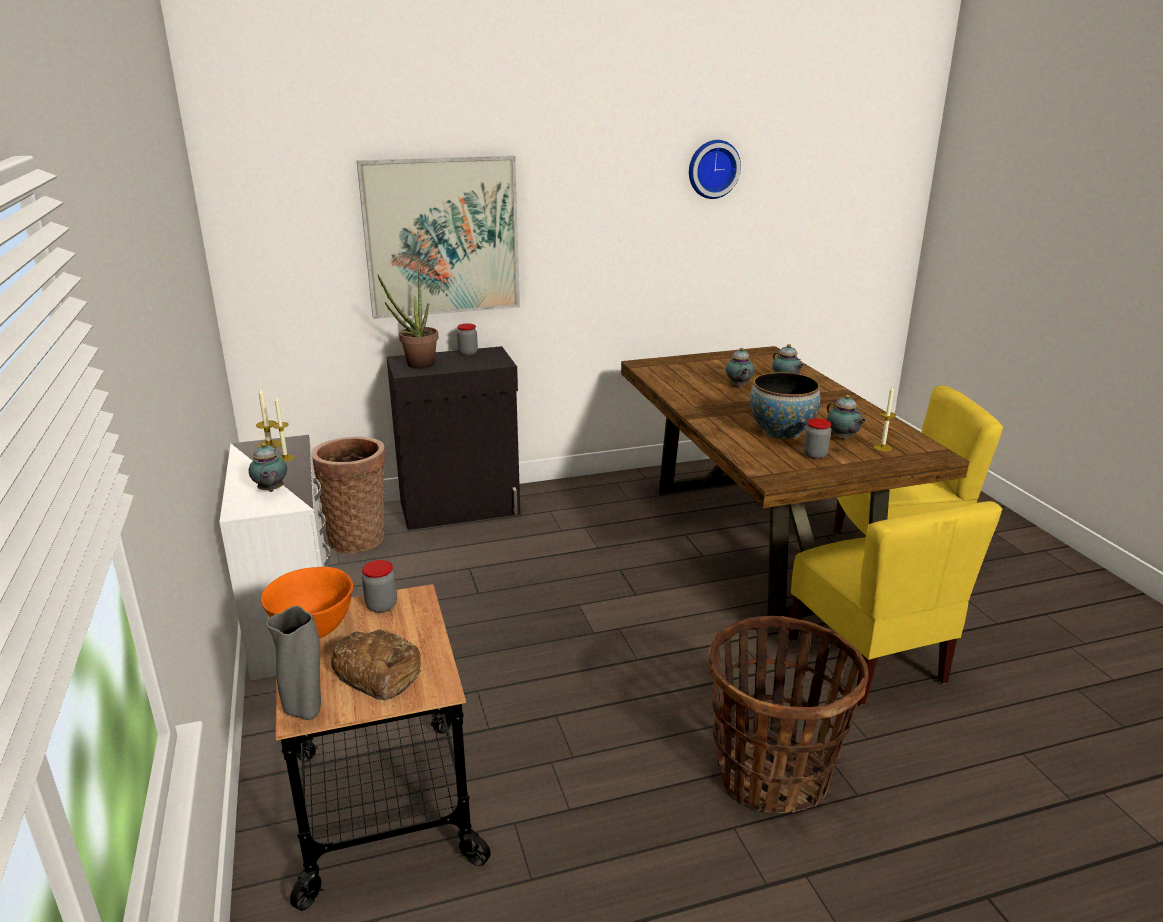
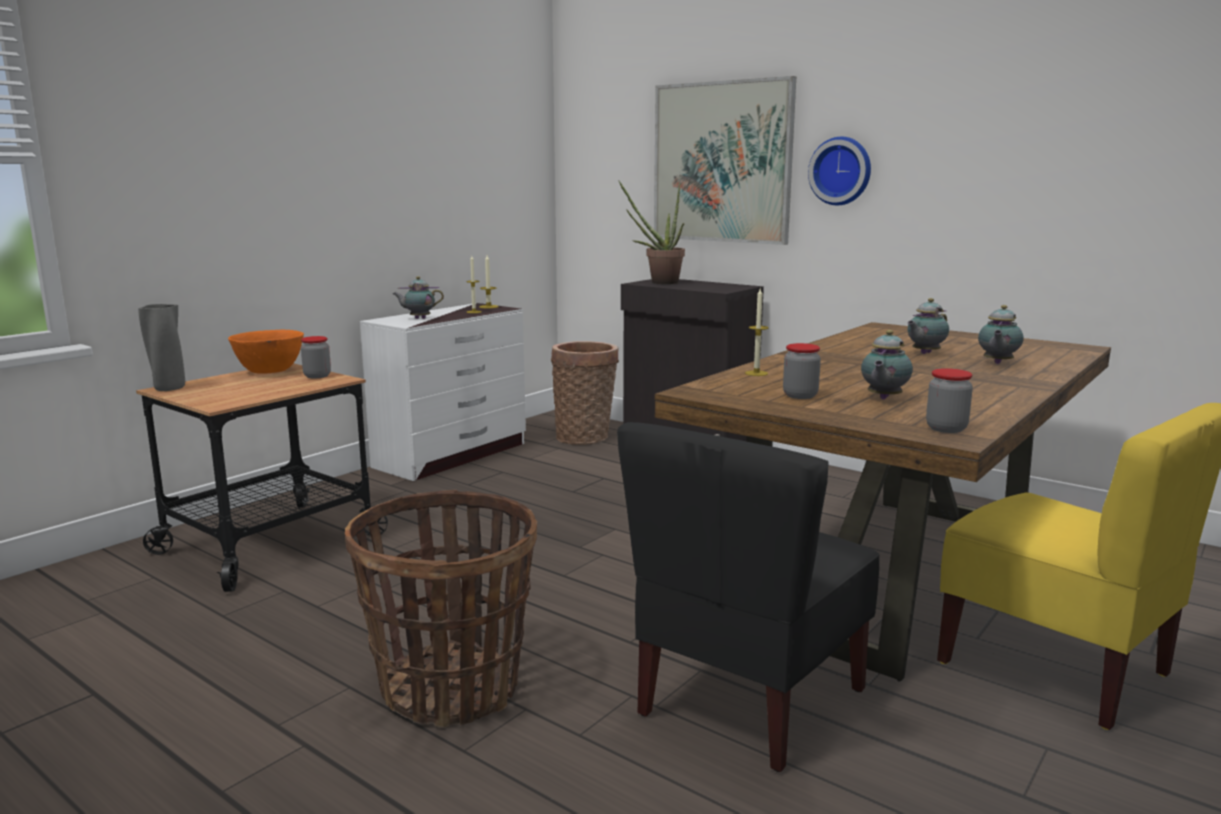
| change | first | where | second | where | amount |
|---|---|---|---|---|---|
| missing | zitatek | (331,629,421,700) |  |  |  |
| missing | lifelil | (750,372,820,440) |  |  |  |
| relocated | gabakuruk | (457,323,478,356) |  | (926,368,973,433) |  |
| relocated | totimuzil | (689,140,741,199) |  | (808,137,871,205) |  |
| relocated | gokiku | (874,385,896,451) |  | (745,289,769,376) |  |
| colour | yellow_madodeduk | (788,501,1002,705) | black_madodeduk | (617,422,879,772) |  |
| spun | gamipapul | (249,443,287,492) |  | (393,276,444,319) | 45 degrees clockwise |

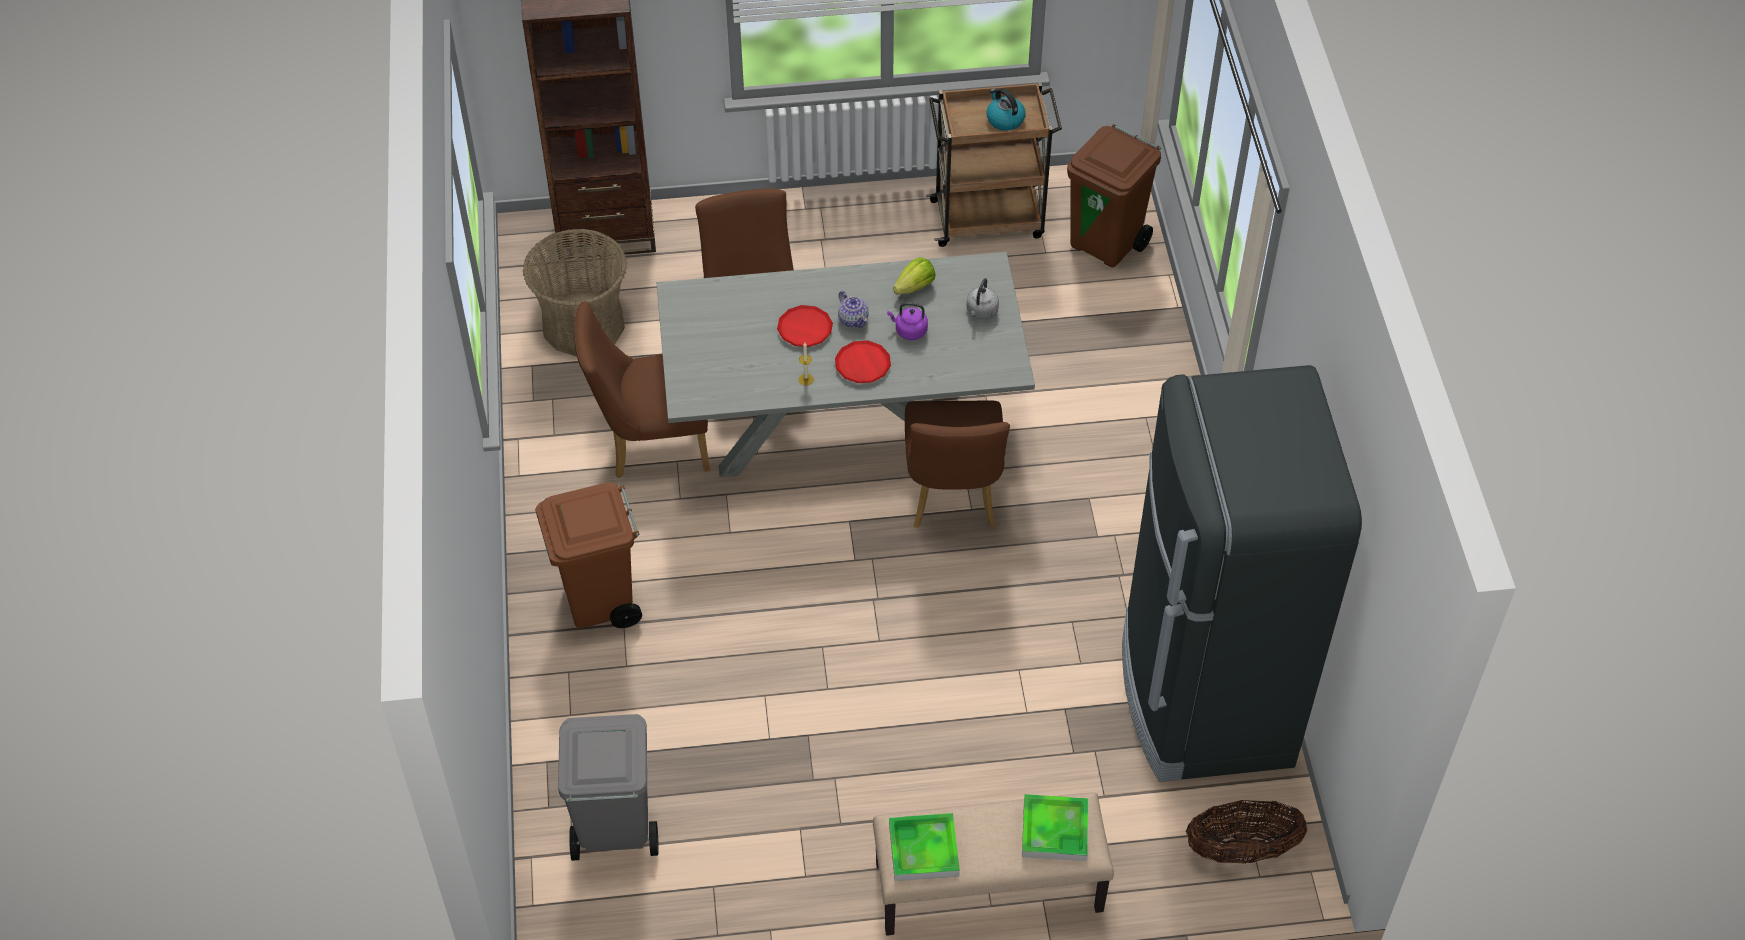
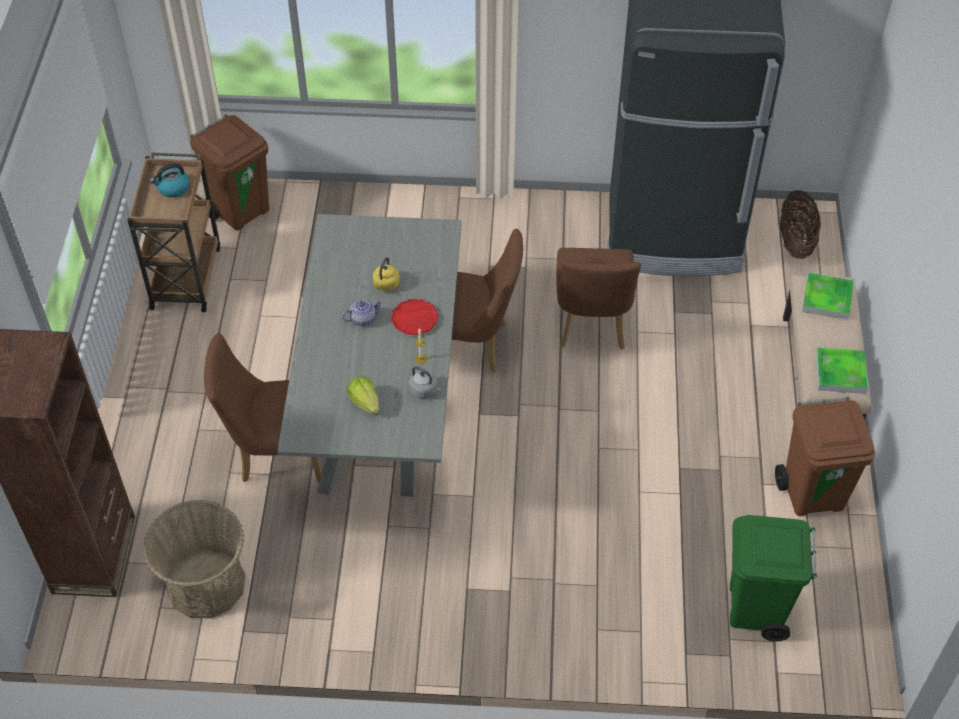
| change | first | where | second | where | amount |
|---|---|---|---|---|---|
| missing | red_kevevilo | (777,305,833,347) |  |  |  |
| relocated | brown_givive | (535,482,642,628) |  | (775,397,875,516) |  |
| relocated | brown_madodeduk | (574,301,710,478) |  | (556,248,641,350) |  |
| relocated | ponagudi | (893,257,935,294) |  | (347,377,379,414) |  |
| relocated | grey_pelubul | (967,278,999,319) |  | (409,366,441,398) |  |
| colour | grey_givive | (558,714,659,861) | green_givive | (730,515,817,641) |  |
| colour | purple_pelubul | (887,302,928,340) | yellow_pelubul | (373,257,400,292) |  |

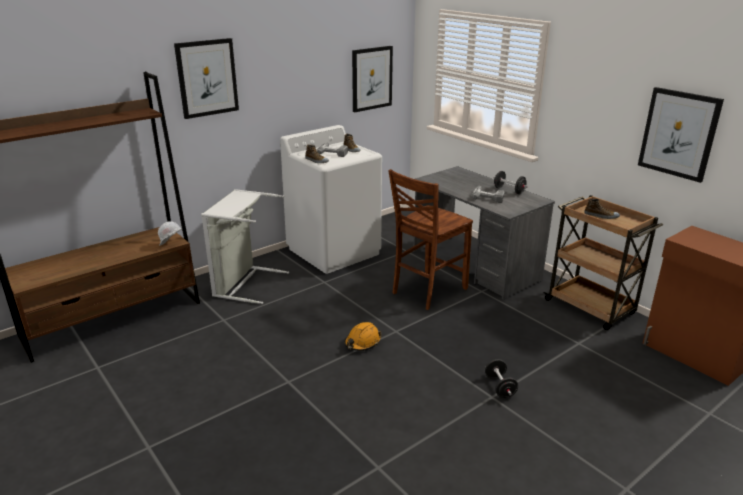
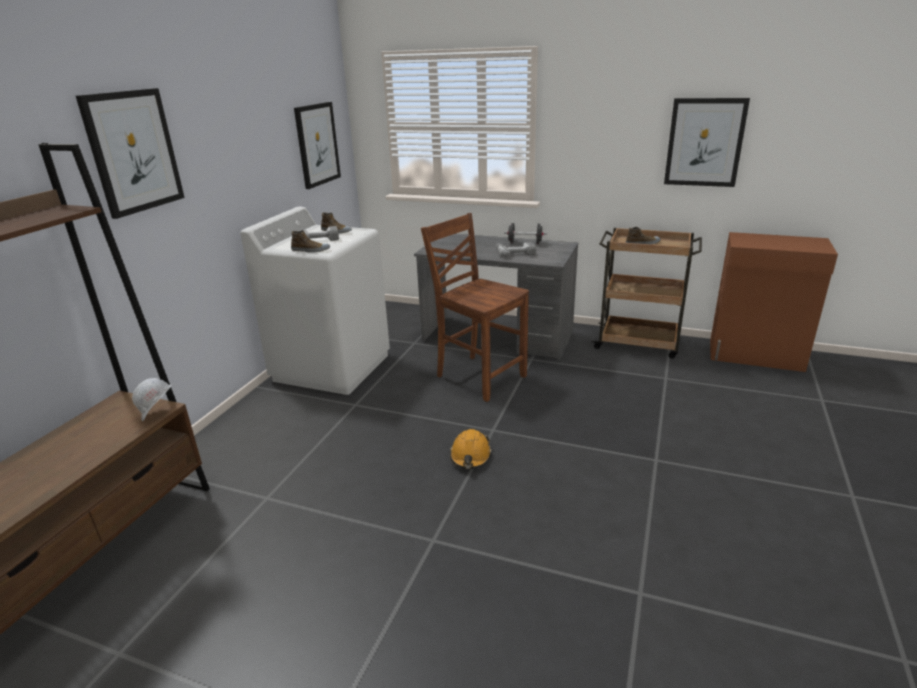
| change | first | where | second | where | amount |
|---|---|---|---|---|---|
| missing | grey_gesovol | (201,189,289,304) |  |  |  |
| missing | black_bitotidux | (485,359,518,398) |  |  |  |
| spun | brown_madodeduk | (388,169,473,310) |  | (421,213,529,402) | 120 degrees clockwise |

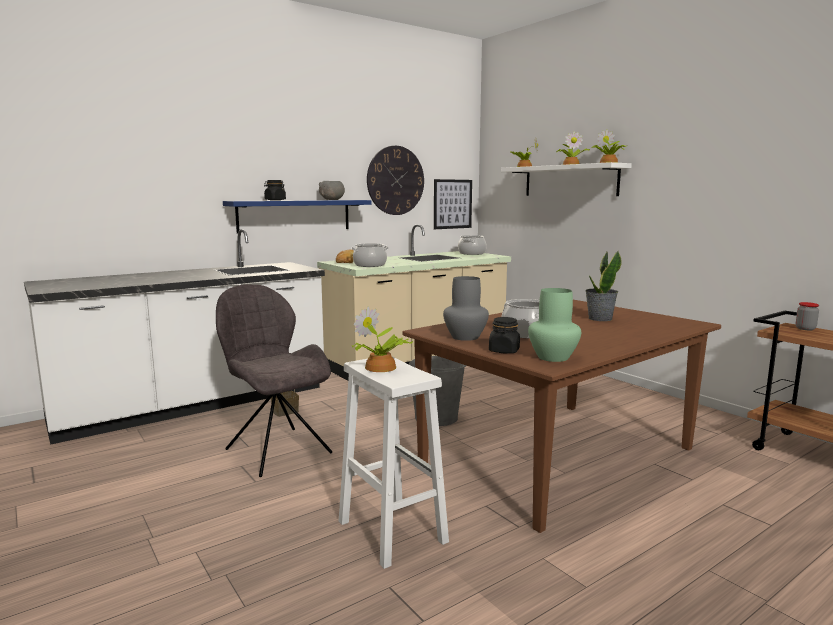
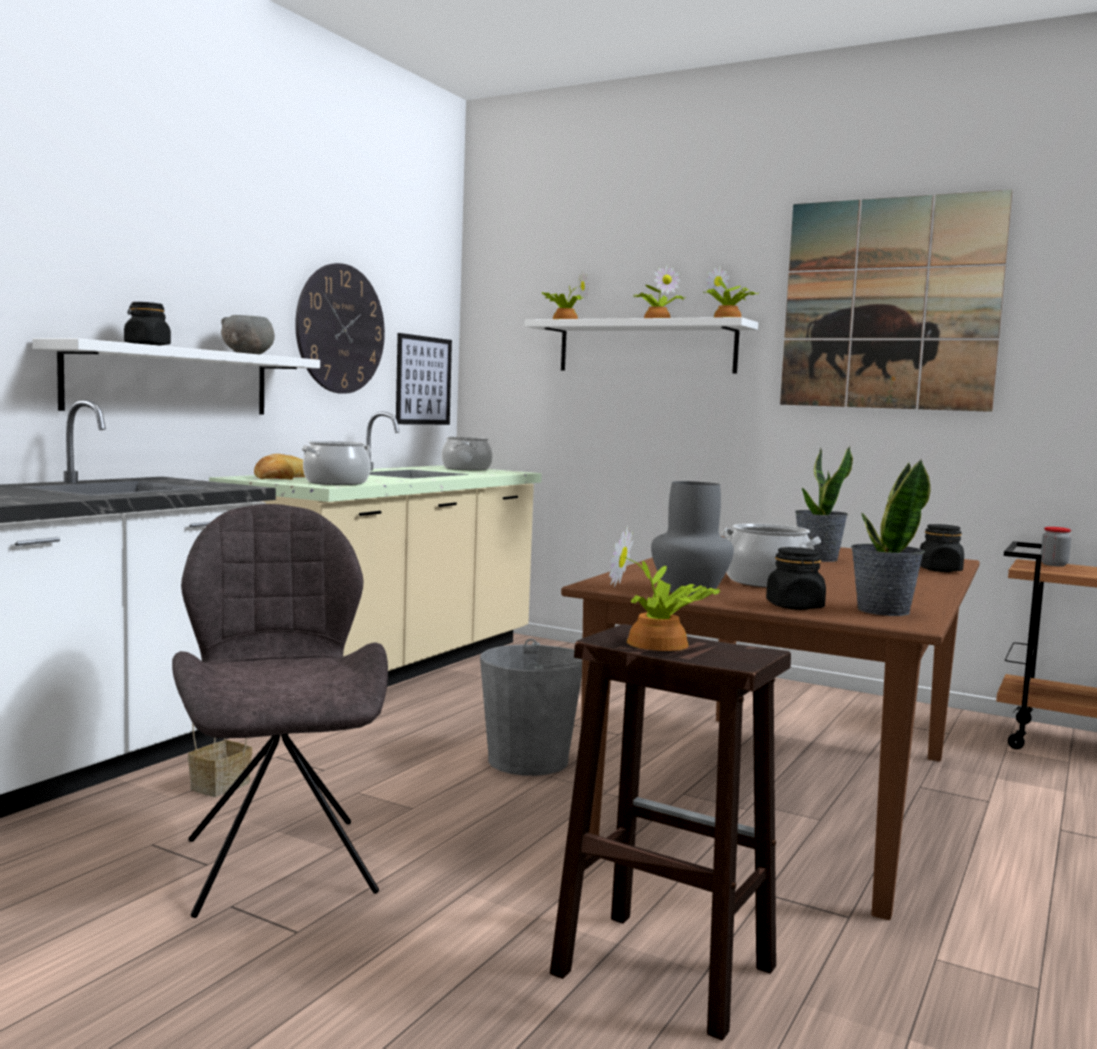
| change | first | where | second | where | amount |
|---|---|---|---|---|---|
| appeared |  |  | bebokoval | (780,190,1012,412) |  |
| appeared |  |  | black_gabakuruk | (920,524,964,572) |  |
| exchanged | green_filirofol | (528,288,581,362) | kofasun | (851,459,930,616) |  |
| colour | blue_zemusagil | (223,200,372,233) | white_zemusagil | (32,338,320,415) |  |
| colour | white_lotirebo | (339,356,449,569) | brown_lotirebo | (550,624,791,1041) |  |
| spun | grey_madodeduk | (216,284,332,477) |  | (172,504,388,918) | 45 degrees clockwise |

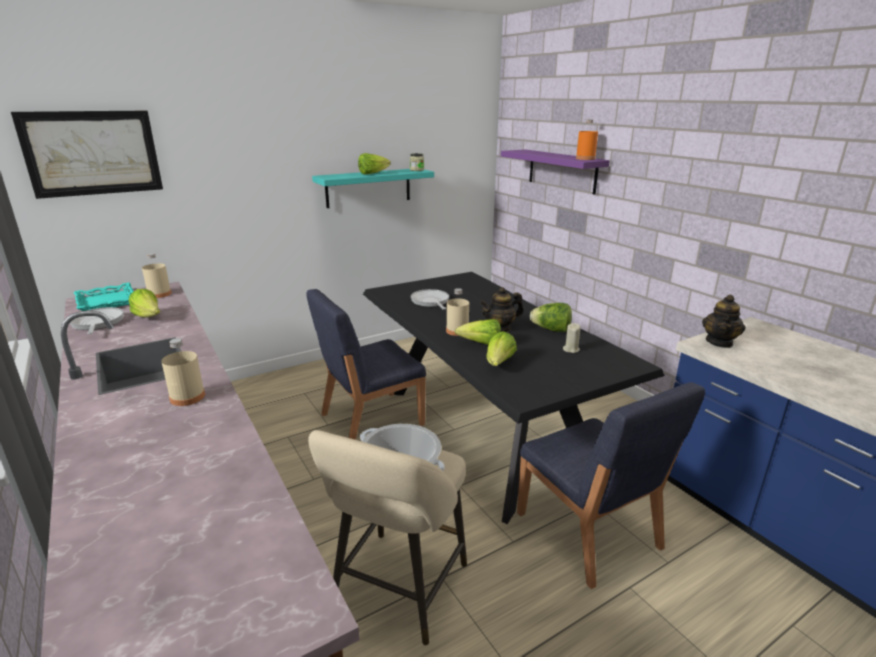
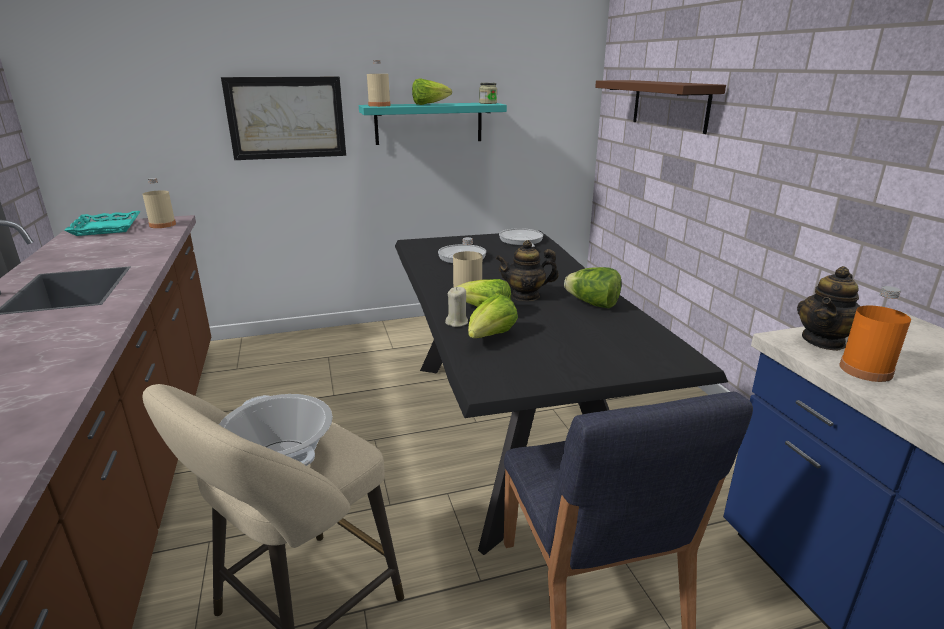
| change | first | where | second | where | amount |
|---|---|---|---|---|---|
| missing | ponagudi | (128,289,160,318) |  |  |  |
| missing | blue_madodeduk | (306,289,426,440) |  |  |  |
| relocated | bebokoval | (11,111,163,199) |  | (221,77,346,160) |  |
| relocated | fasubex | (70,307,124,334) |  | (499,228,543,247) |  |
| relocated | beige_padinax | (161,338,205,406) |  | (367,60,391,107) |  |
| relocated | beige_gokiku | (563,323,581,353) |  | (445,287,468,327) |  |
| relocated | orange_padinax | (576,119,598,160) |  | (839,286,911,382) |  |
| colour | purple_zemusagil | (501,149,610,195) | brown_zemusagil | (595,80,726,134) |  |

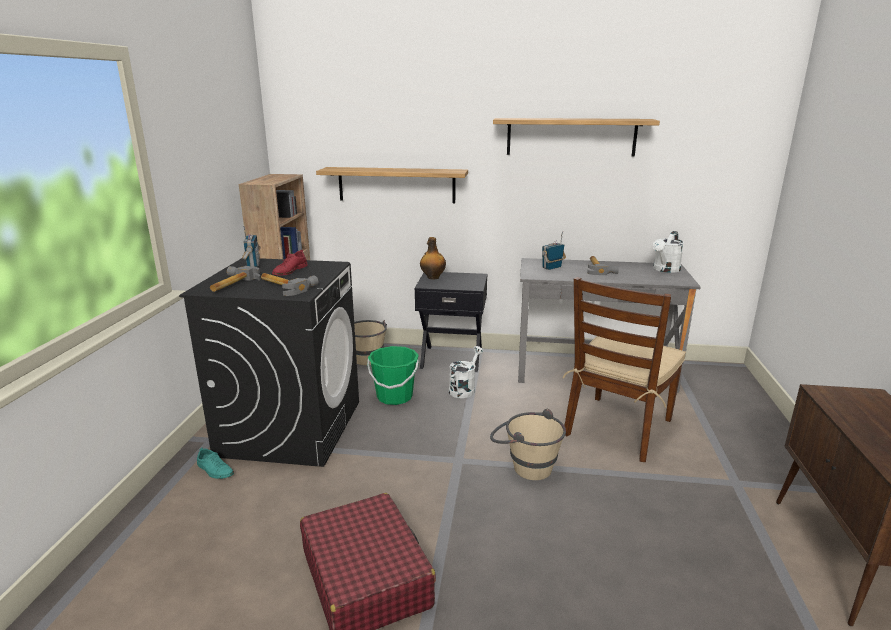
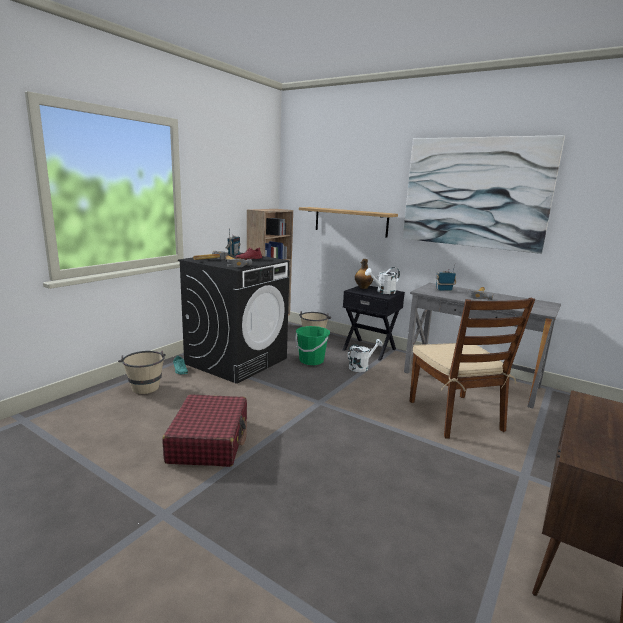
| change | first | where | second | where | amount |
|---|---|---|---|---|---|
| relocated | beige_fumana | (490,409,566,480) |  | (118,350,166,394) |  |
| relocated | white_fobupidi | (653,231,684,273) |  | (365,267,400,294) |  |
| exchanged | zemusagil | (493,118,660,157) | bebokoval | (403,135,565,254) |  |
| spun | brown_madodeduk | (562,277,686,462) |  | (410,297,535,439) | 75 degrees counterclockwise |

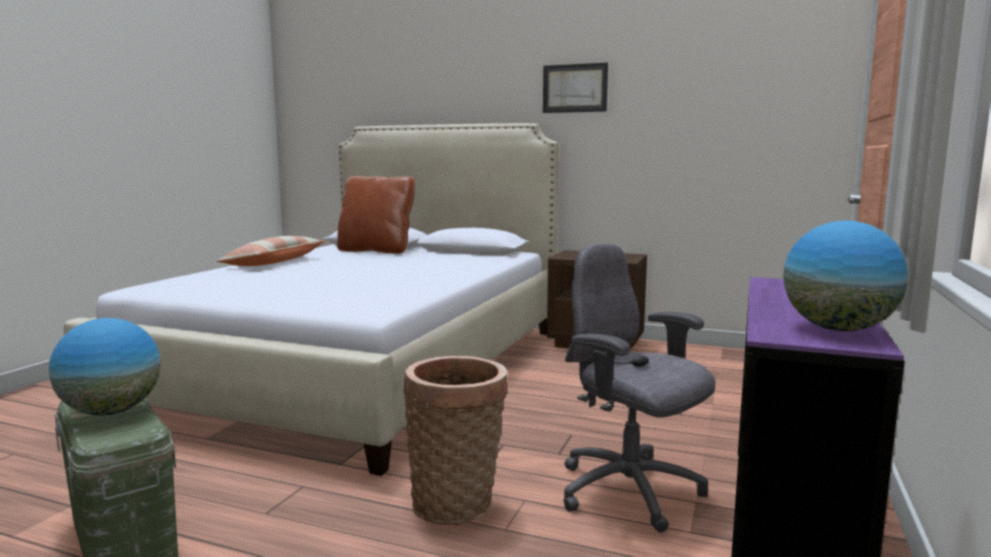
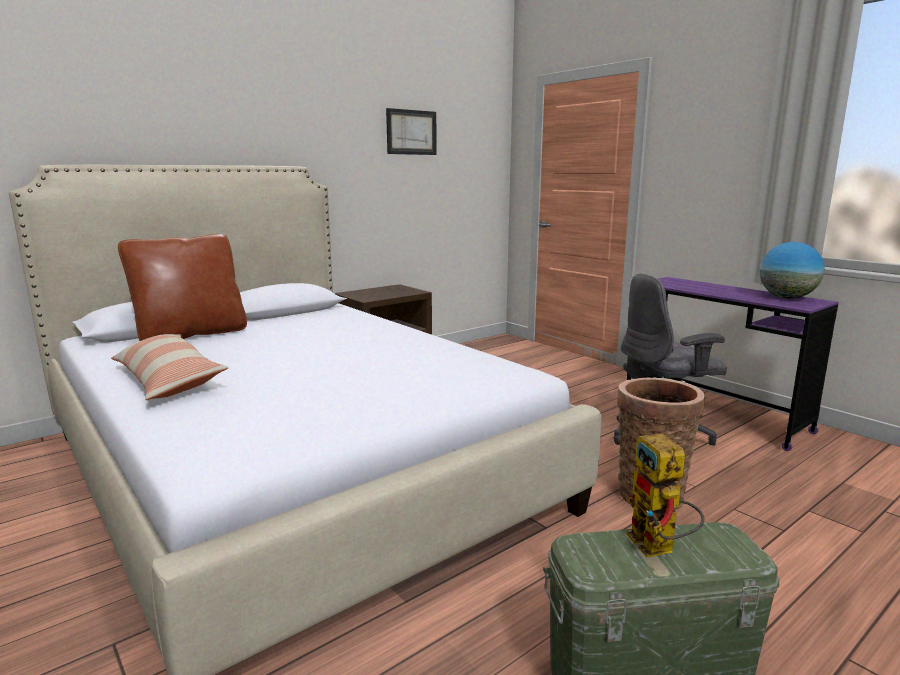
| change | first | where | second | where | amount |
|---|---|---|---|---|---|
| relocated | bebokoval | (543,62,608,113) |  | (386,108,437,155) |  |
| exchanged | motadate | (48,318,161,416) | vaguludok | (626,433,704,557) |  |

